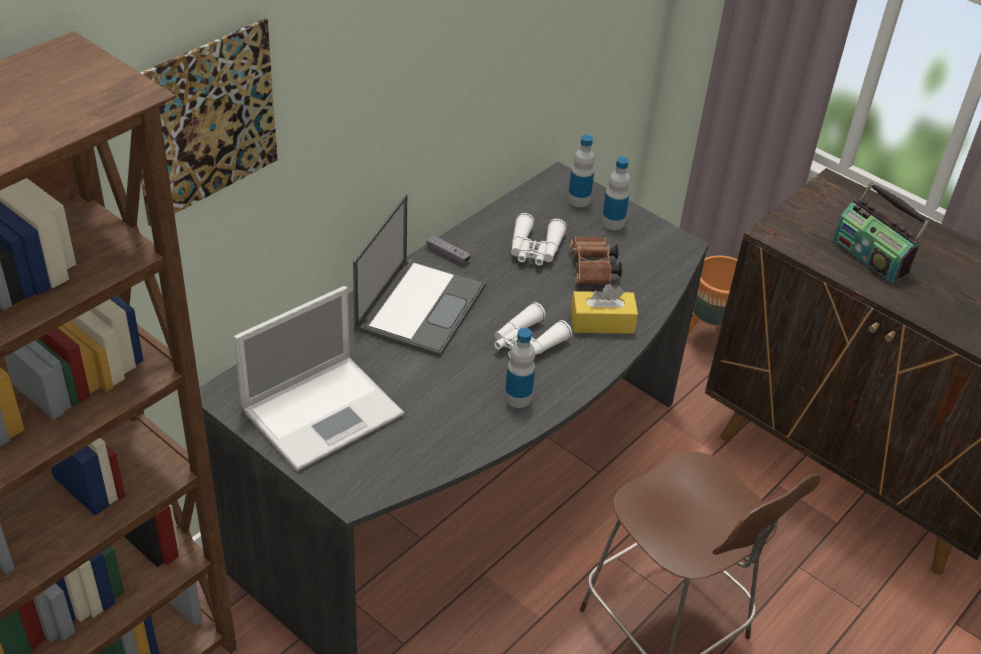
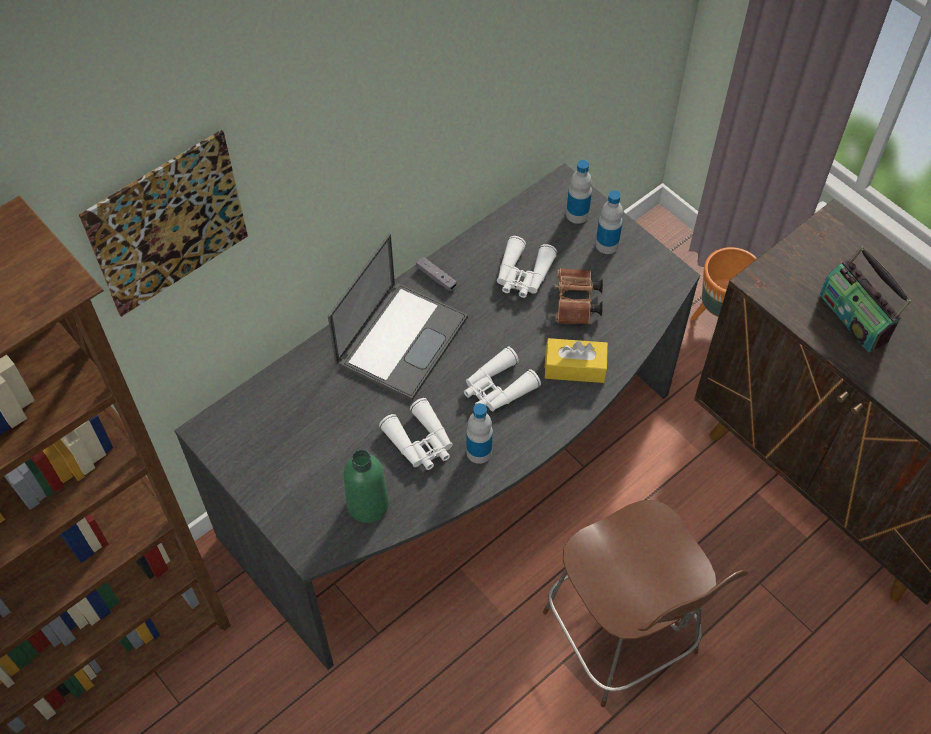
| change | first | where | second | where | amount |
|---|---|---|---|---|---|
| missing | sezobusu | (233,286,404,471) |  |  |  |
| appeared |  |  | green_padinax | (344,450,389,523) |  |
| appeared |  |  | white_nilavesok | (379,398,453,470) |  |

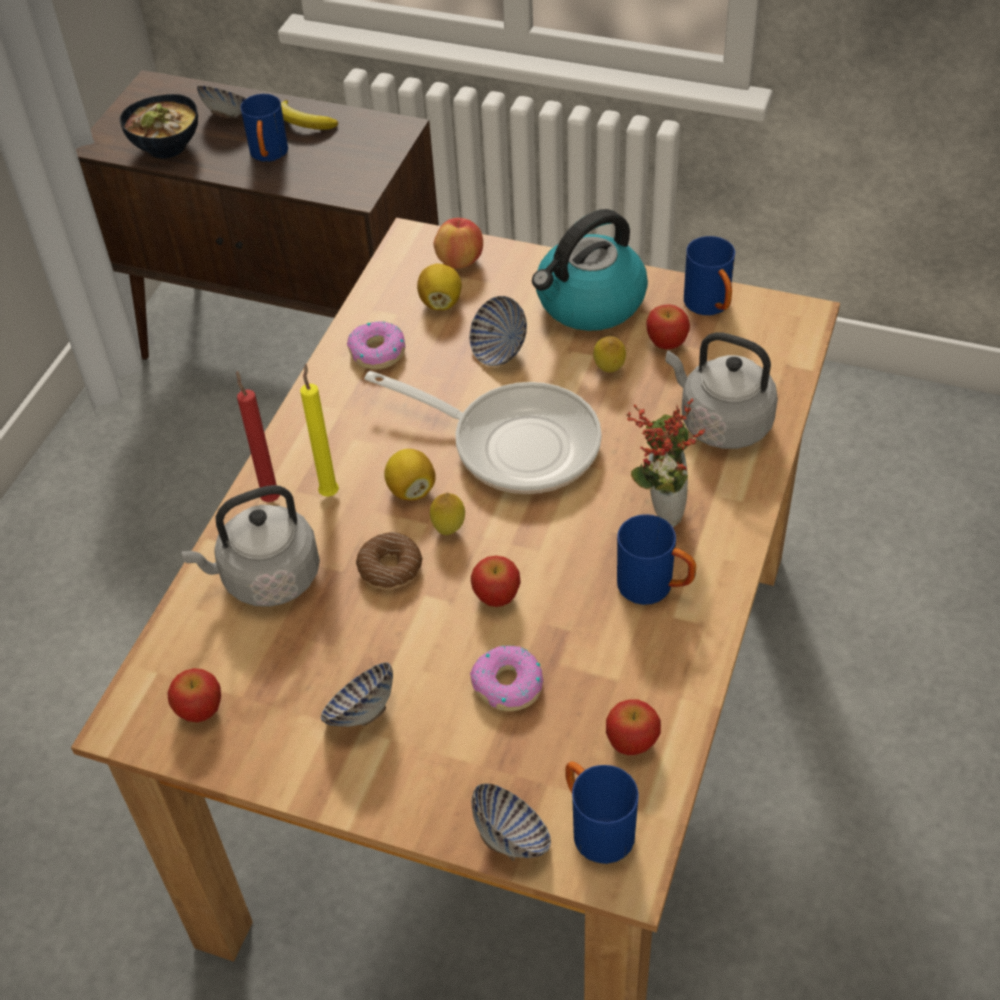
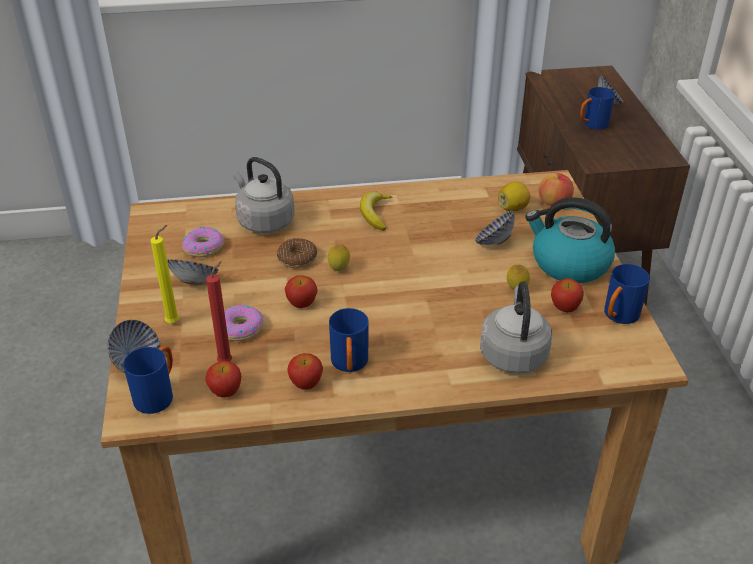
| change | first | where | second | where | amount |
|---|---|---|---|---|---|
| missing | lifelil | (120,94,198,159) |  |  |  |
| missing | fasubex | (364,371,602,494) |  |  |  |
| missing | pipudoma | (384,449,436,500) |  |  |  |
| missing | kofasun | (626,398,705,528) |  |  |  |
| relocated | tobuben | (167,668,221,723) |  | (287,353,323,390) |  |
| relocated | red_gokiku | (236,371,280,502) |  | (206,261,232,362) |  |
| relocated | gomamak | (281,100,338,130) |  | (360,191,393,231) |  |
| relocated | yellow_gokiku | (300,364,339,497) |  | (151,225,179,323) |  |
| relocated | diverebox | (347,321,406,369) |  | (182,227,224,257) |  |

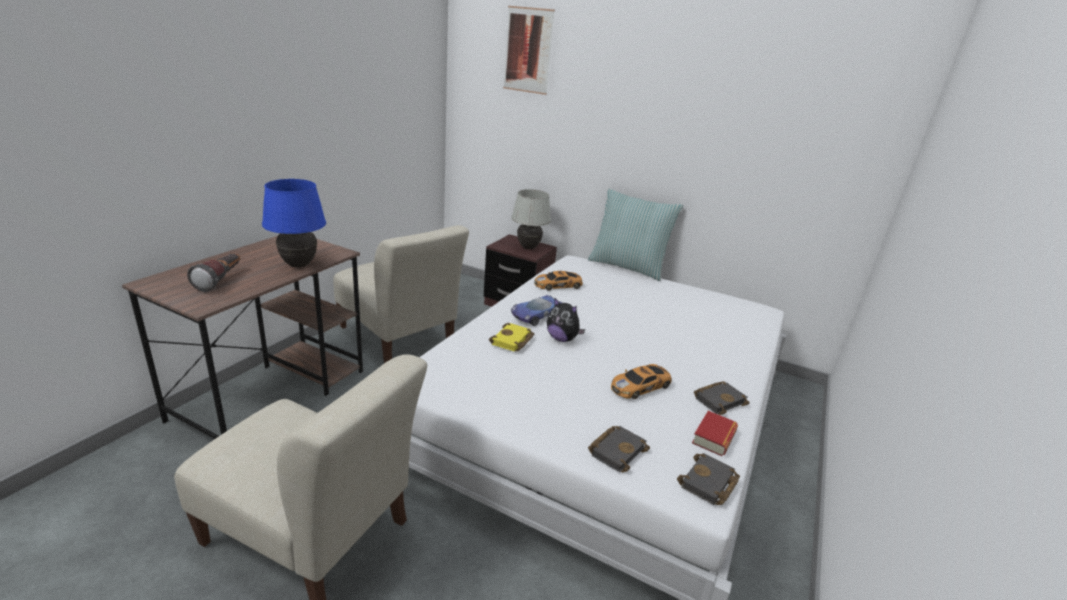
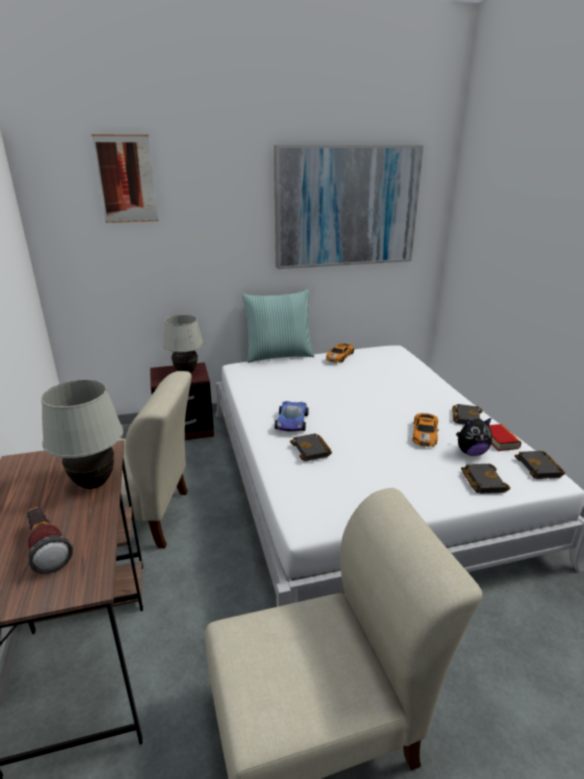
| change | first | where | second | where | amount |
|---|---|---|---|---|---|
| appeared |  |  | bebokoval | (274,145,424,269) |  |
| relocated | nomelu | (534,271,583,291) |  | (326,343,354,363) |  |
| relocated | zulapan | (547,298,585,342) |  | (456,418,492,456) |  |
| colour | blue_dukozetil | (262,179,326,268) | white_dukozetil | (41,380,123,489) |  |
| colour | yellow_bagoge | (489,323,534,351) | black_bagoge | (290,434,332,461) |  |

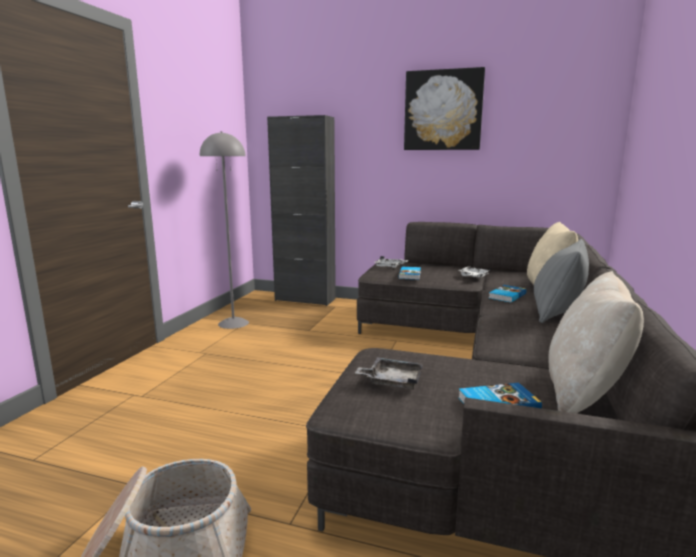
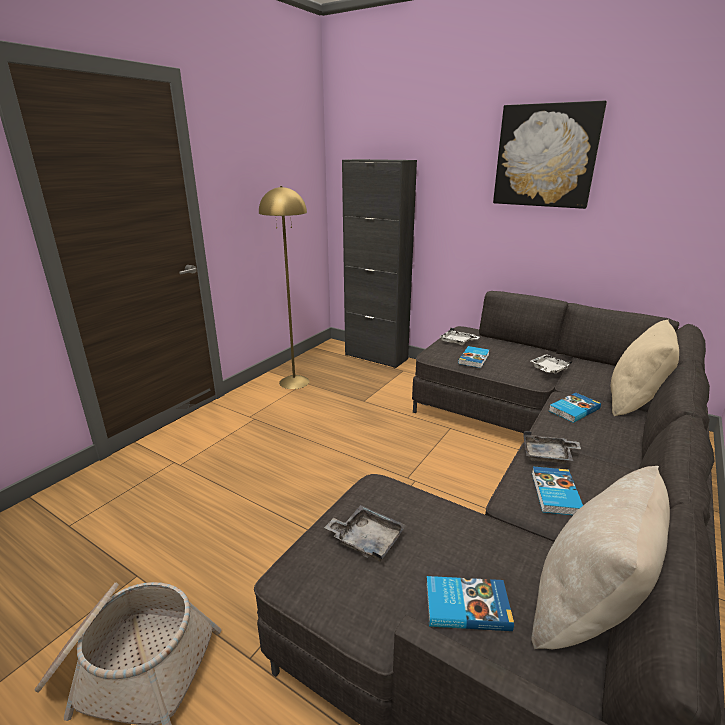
| change | first | where | second | where | amount |
|---|---|---|---|---|---|
| missing | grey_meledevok | (534,239,589,323) |  |  |  |
| appeared |  |  | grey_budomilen | (523,431,581,464) |  |
| appeared |  |  | bagoge | (532,466,583,515) |  |
| colour | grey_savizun | (200,131,249,329) | yellow_savizun | (259,186,310,389) |  |

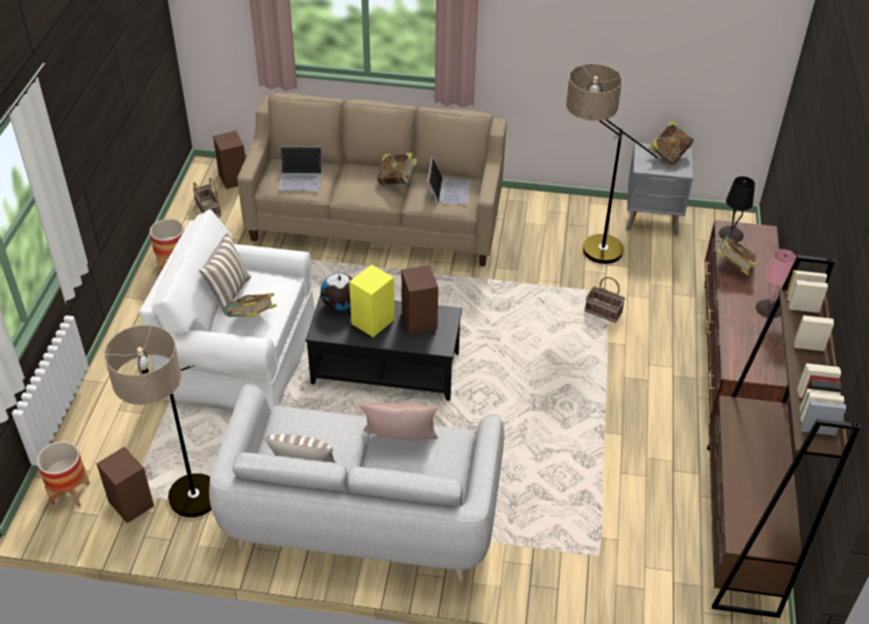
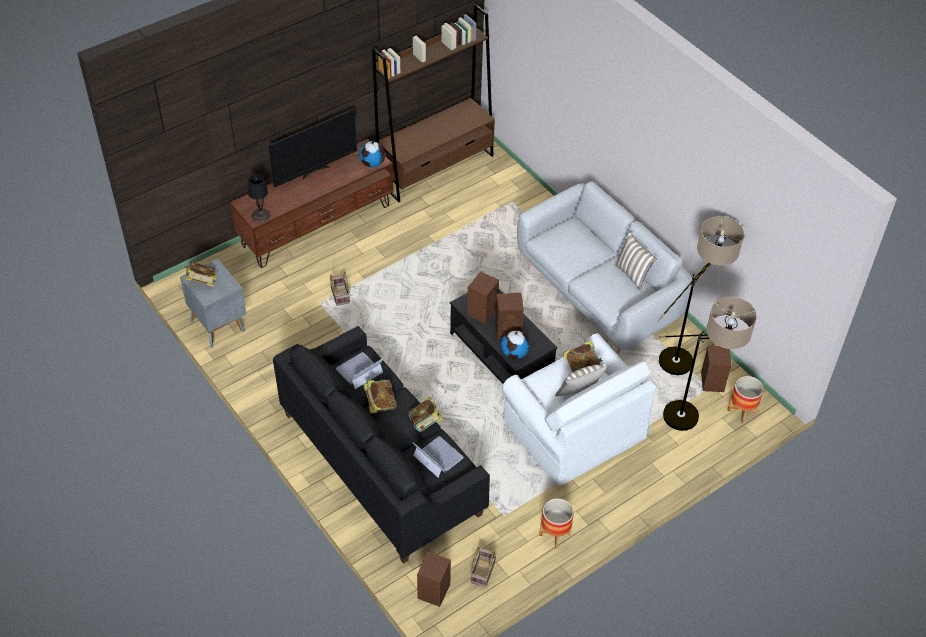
| change | first | where | second | where | amount |
|---|---|---|---|---|---|
| missing | pink_meledevok | (358,403,438,439) |  |  |  |
| appeared |  |  | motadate | (359,141,385,167) |  |
| relocated | savizun | (566,64,665,264) |  | (659,297,757,431) |  |
| relocated | bagoge | (717,236,757,275) |  | (409,397,443,432) |  |
| exchanged | pink_dukozetil | (756,249,796,318) | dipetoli | (269,109,357,187) |  |
| colour | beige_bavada | (237,92,507,266) | black_bavada | (273,326,490,564) |  |
| colour | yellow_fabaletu | (349,265,395,337) | brown_fabaletu | (495,293,524,339) |  |

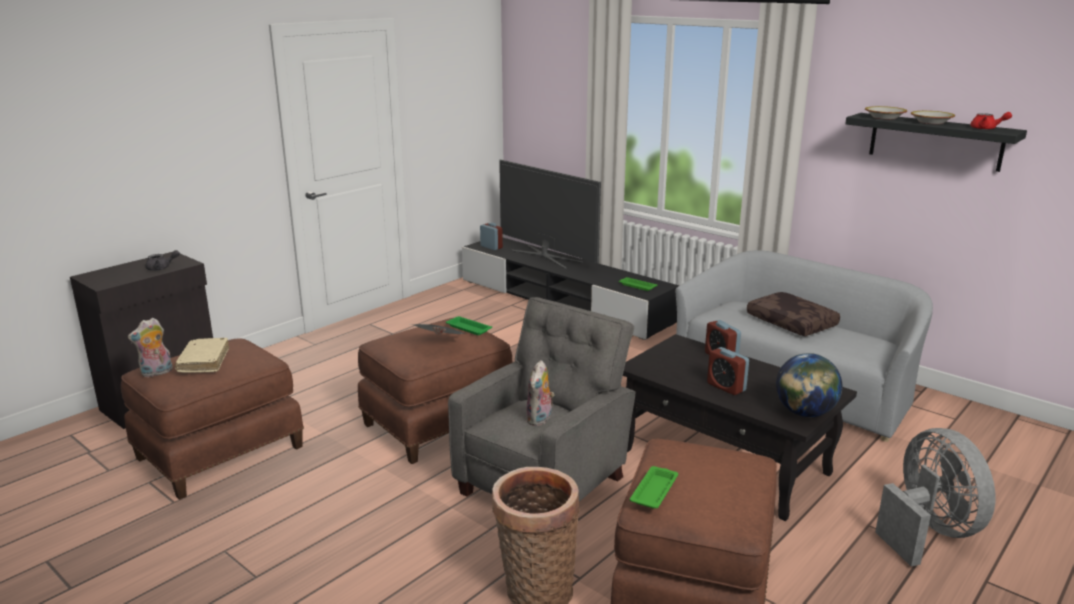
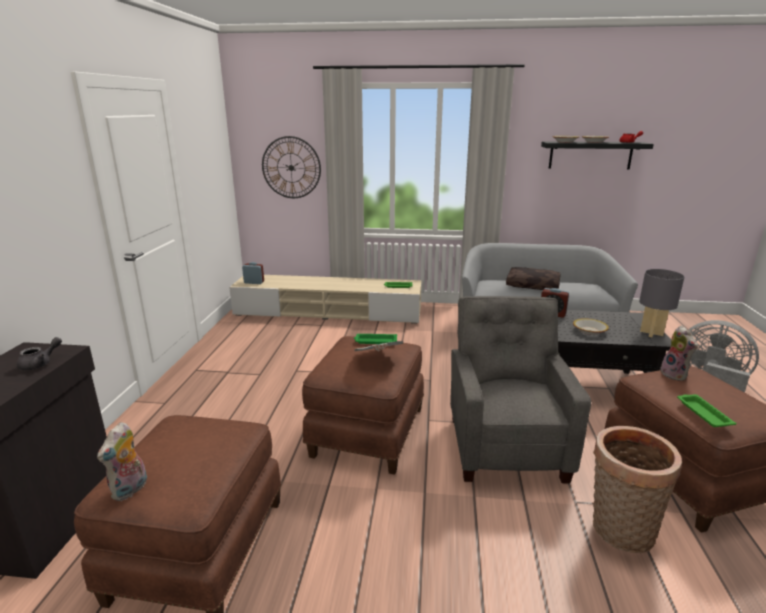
| change | first | where | second | where | amount |
|---|---|---|---|---|---|
| missing | beige_bagoge | (175,338,229,373) |  |  |  |
| missing | dipetoli | (499,159,601,268) |  |  |  |
| appeared |  |  | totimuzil | (262,136,321,198) |  |
| relocated | zulapan | (526,360,555,426) |  | (661,325,698,381) |  |
| exchanged | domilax | (707,347,749,395) | lifelil | (573,318,609,335) |  |
| exchanged | motadate | (776,353,842,417) | grey_dukozetil | (639,269,684,337) |  |
| colour | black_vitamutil | (462,238,679,340) | beige_vitamutil | (229,275,422,324) |  |

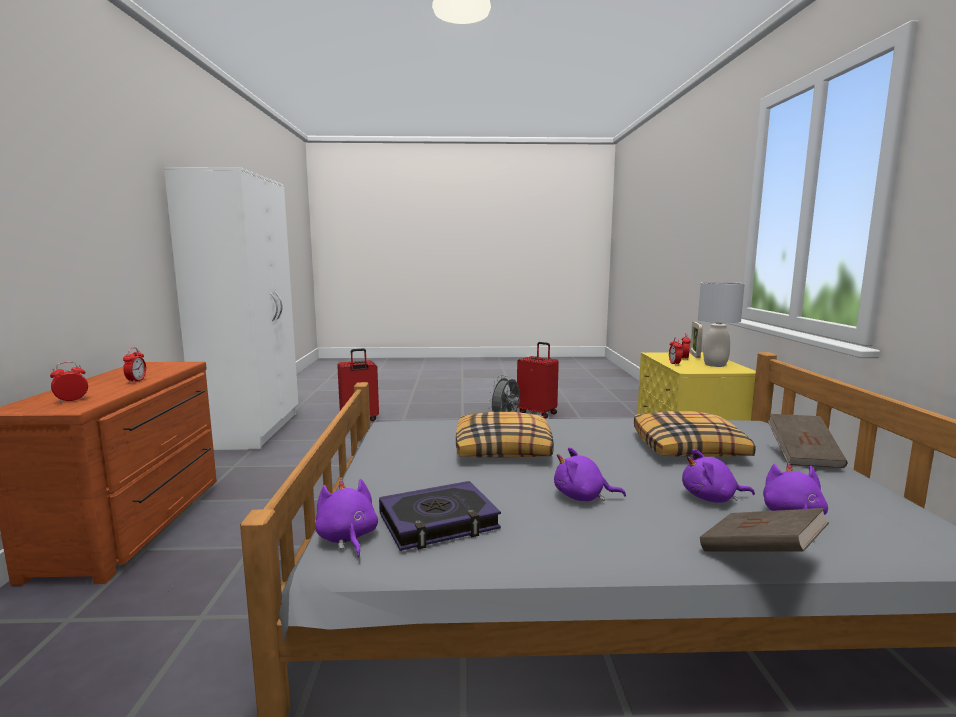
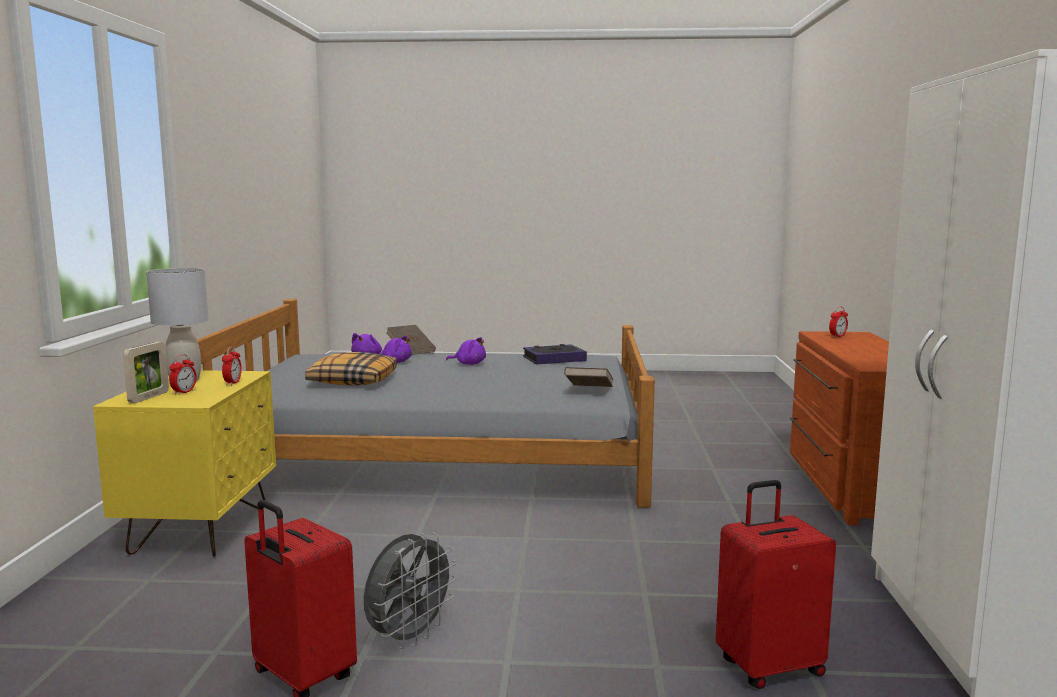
| change | first | where | second | where | amount |
|---|---|---|---|---|---|
| missing | domilax | (123,347,146,383) |  |  |  |
| missing | purple_zulapan | (315,479,378,557) |  |  |  |
| missing | meledevok | (456,412,554,458) |  |  |  |
| relocated | brown_bagoge | (768,414,847,468) |  | (564,367,613,387) |  |

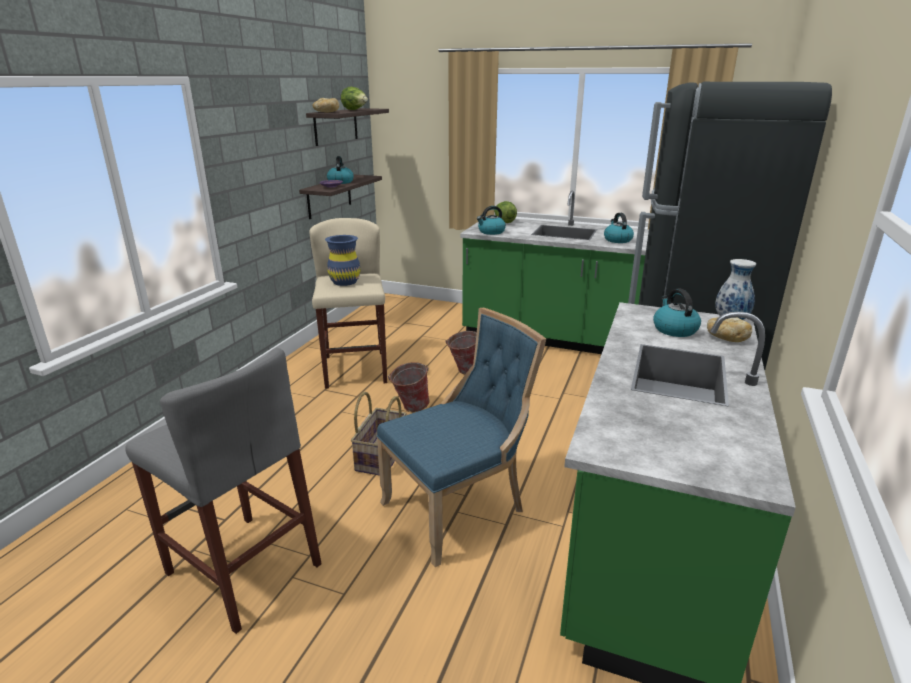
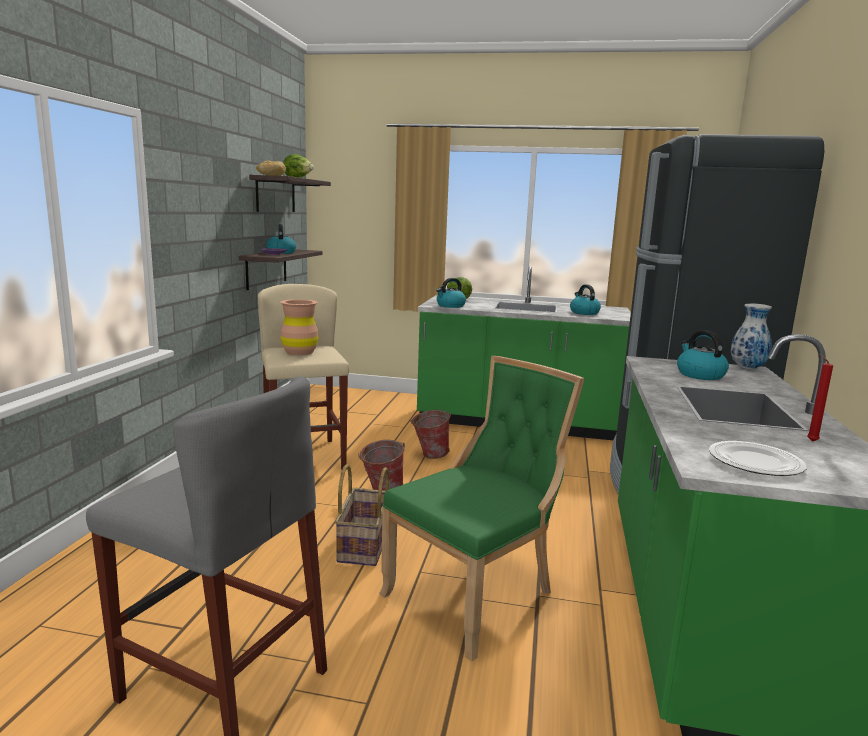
| change | first | where | second | where | amount |
|---|---|---|---|---|---|
| missing | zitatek | (707,317,752,342) |  |  |  |
| appeared |  |  | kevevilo | (709,441,806,476) |  |
| appeared |  |  | red_gokiku | (807,354,833,442) |  |
| colour | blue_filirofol | (325,235,360,286) | brown_filirofol | (280,299,319,355) |  |
| colour | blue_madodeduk | (377,308,546,567) | green_madodeduk | (379,356,584,662) |  |

